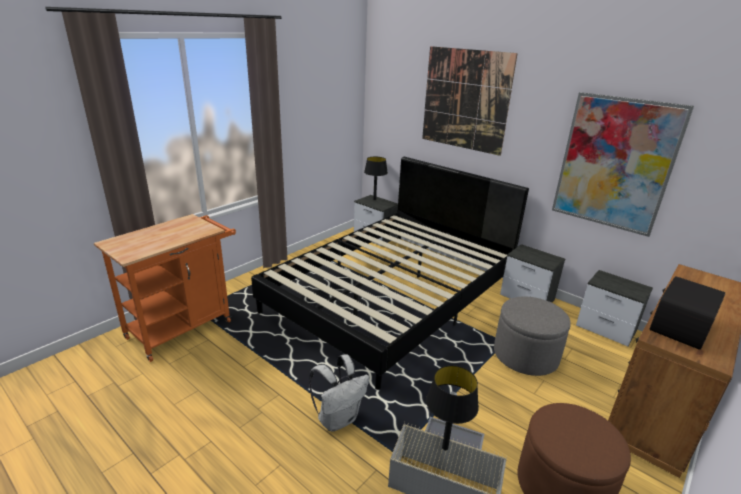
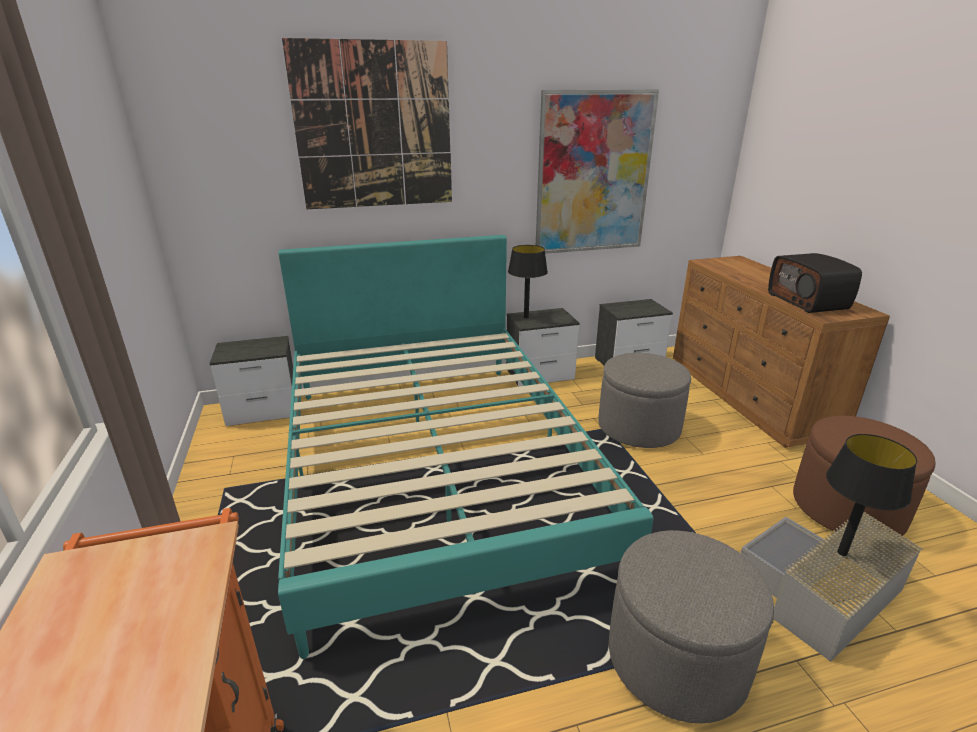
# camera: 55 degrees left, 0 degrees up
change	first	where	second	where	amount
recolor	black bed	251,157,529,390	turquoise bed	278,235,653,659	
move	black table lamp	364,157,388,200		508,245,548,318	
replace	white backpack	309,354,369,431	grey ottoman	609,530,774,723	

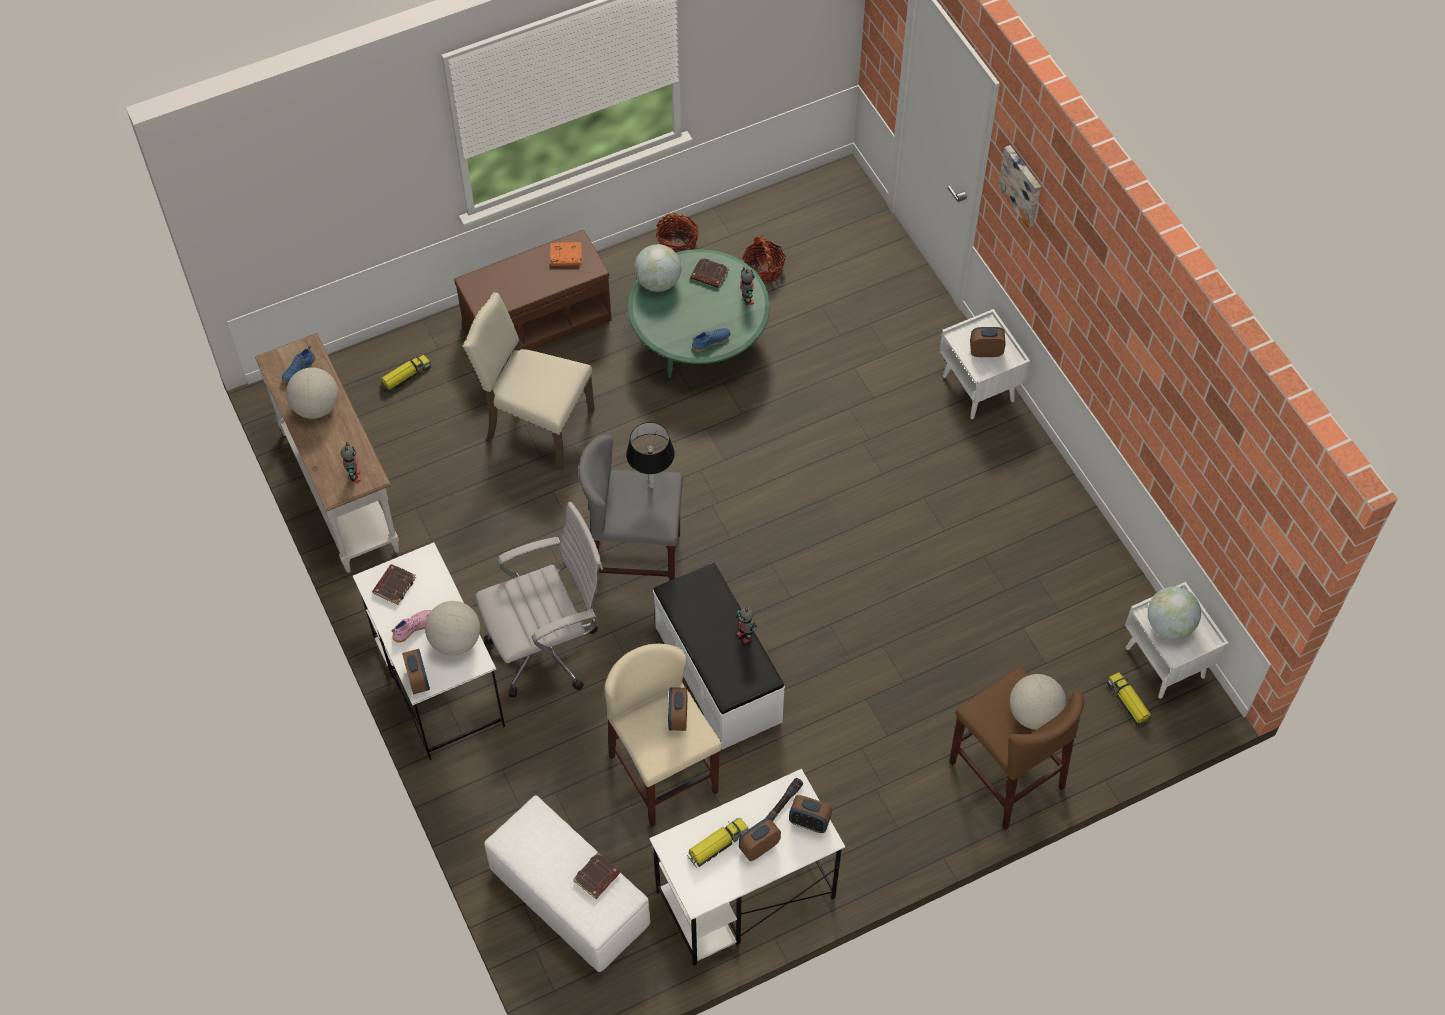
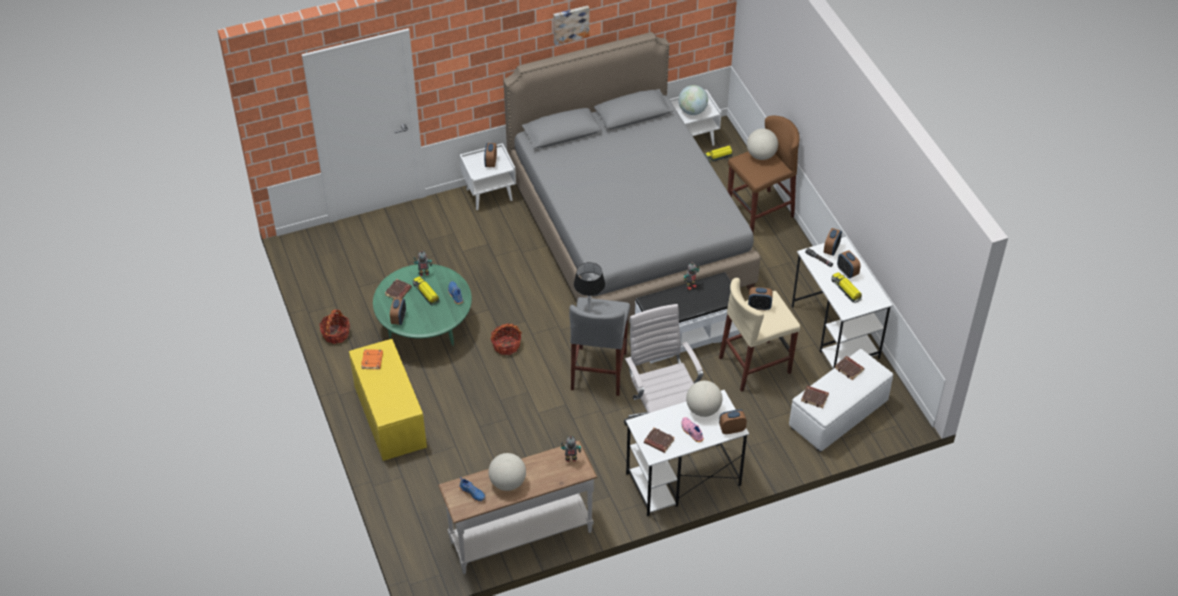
# camera: 85 degrees left, 10 degrees down
change	first	where	second	where	amount
recolor	brown bench	454,230,612,362	yellow bench	349,339,427,461	
replace	globe	634,244,681,292	alarm clock	390,298,406,325	
move	toy truck	381,354,431,393		413,276,440,306	
move	basket	743,235,786,284		490,323,522,355	
insert			grey bed	503,32,760,321	
move	picture	998,145,1041,228		553,5,590,45	
insert			brown book	801,386,829,408	
delete	beige chair	462,292,595,470			

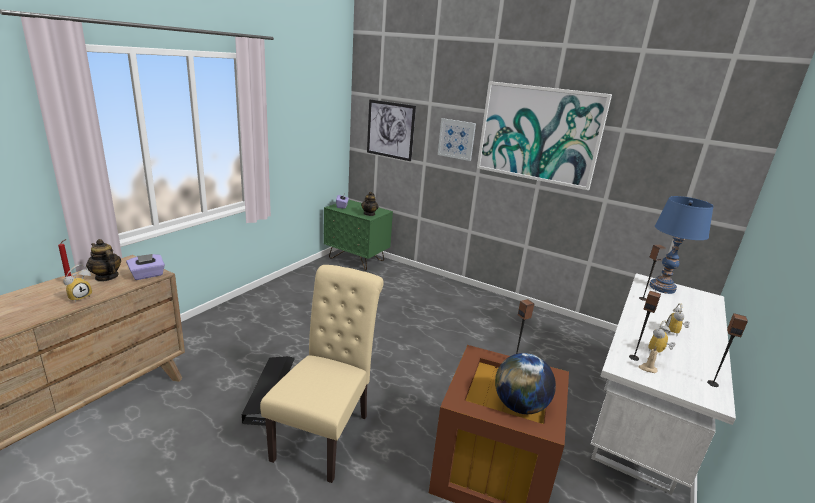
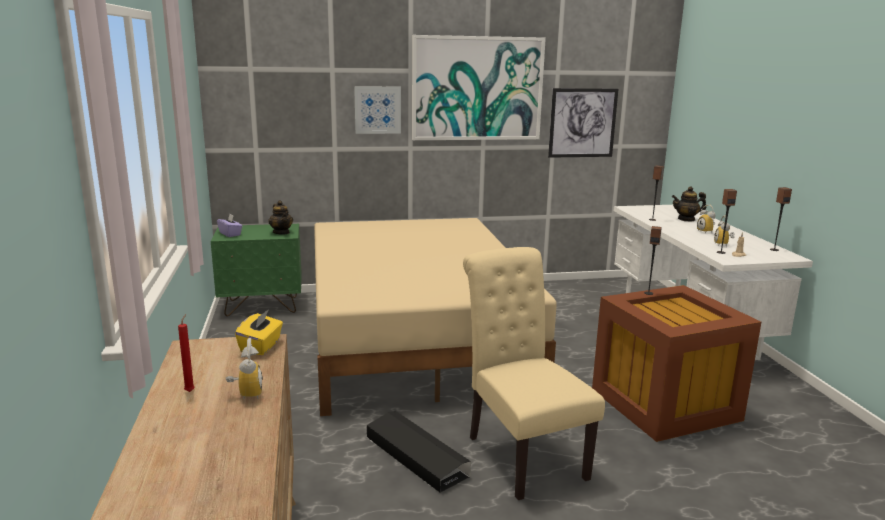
# camera: 40 degrees left, 5 degrees down
change	first	where	second	where	amount
recolor	purple tissue box	126,254,165,280	yellow tissue box	235,309,283,355	
insert			beige bed	314,218,557,416	
move	picture	367,99,416,161		548,88,618,158	
move	teapot	86,239,121,282		672,187,706,222	
delete	globe	495,353,556,414			
delete	blue table lamp	650,196,714,294			

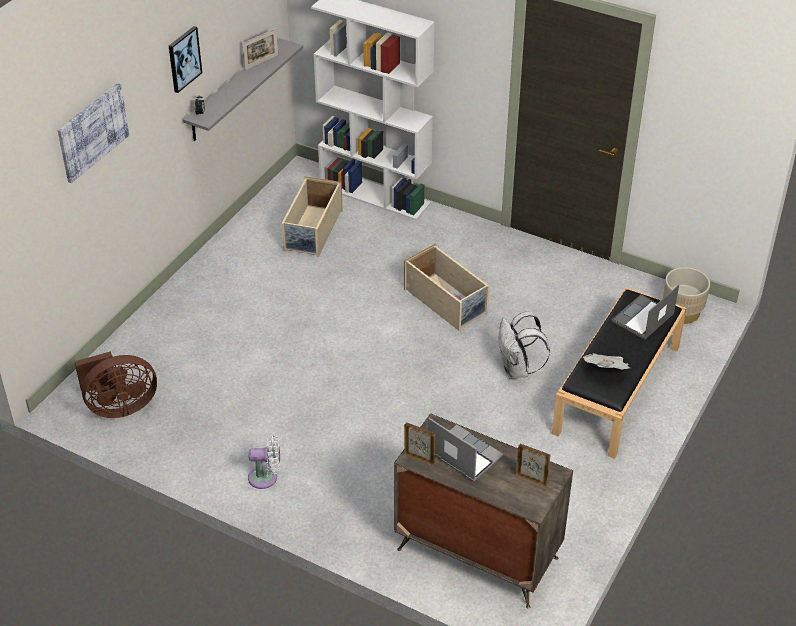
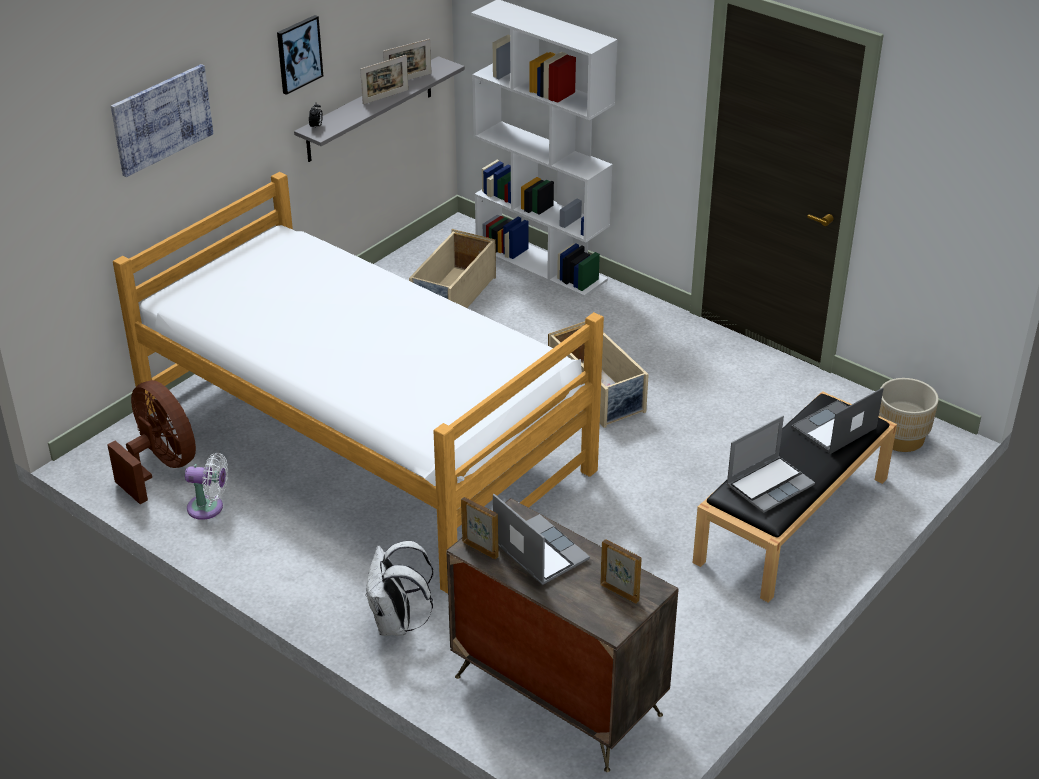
# camera: 10 degrees right, 5 degrees down
change	first	where	second	where	amount
rotate	brown fan	74,351,157,418		107,380,196,504	120 degrees counterclockwise
insert			bed	113,172,604,593	
move	white fan	248,434,280,489		185,453,228,520	
insert			picture frame	360,55,408,104	
move	white backpack	498,312,550,379		365,541,433,636	
replace	newspaper	583,353,630,370	laptop	726,416,815,513	

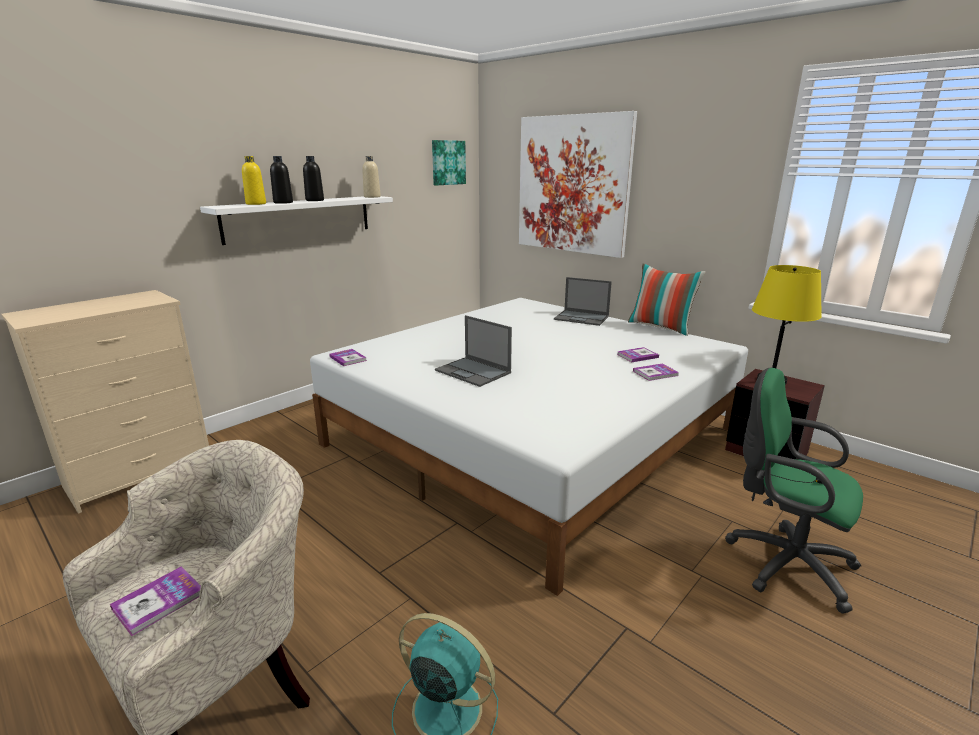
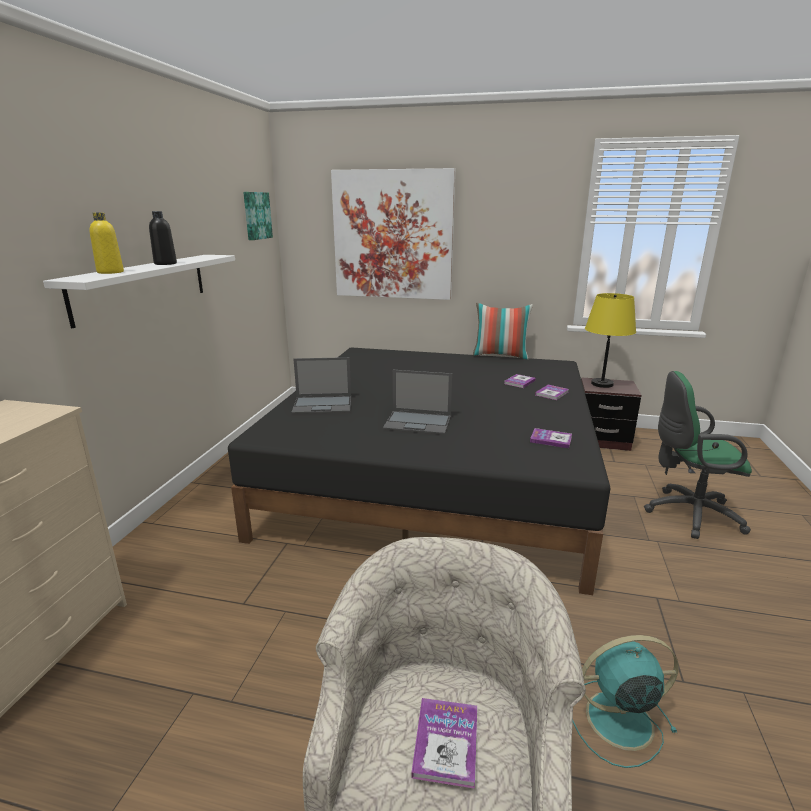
# camera: 30 degrees left, 0 degrees up
change	first	where	second	where	amount
recolor	white bed	310,298,748,596	black bed	228,348,610,595	
move	laptop	554,277,612,326		292,357,351,414	
move	book	329,349,367,366		530,428,572,448	
delete	black bottle	270,156,293,204			
delete	beige bottle	362,156,381,198			

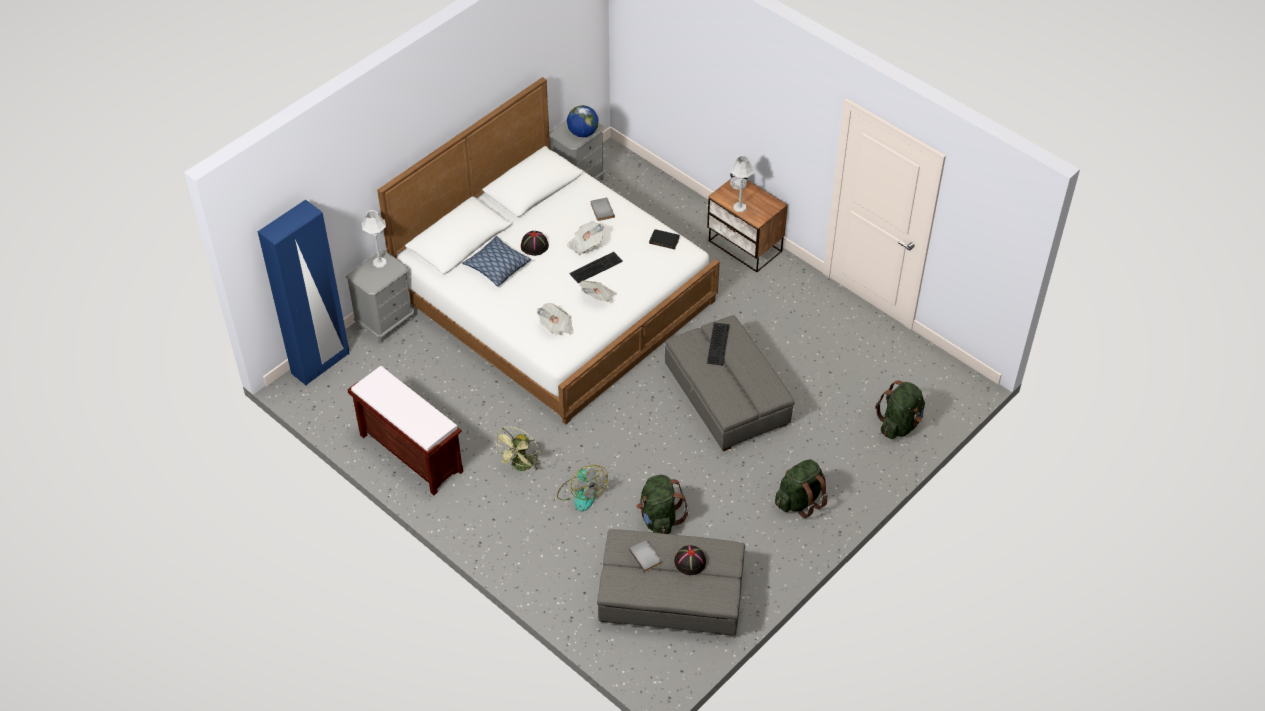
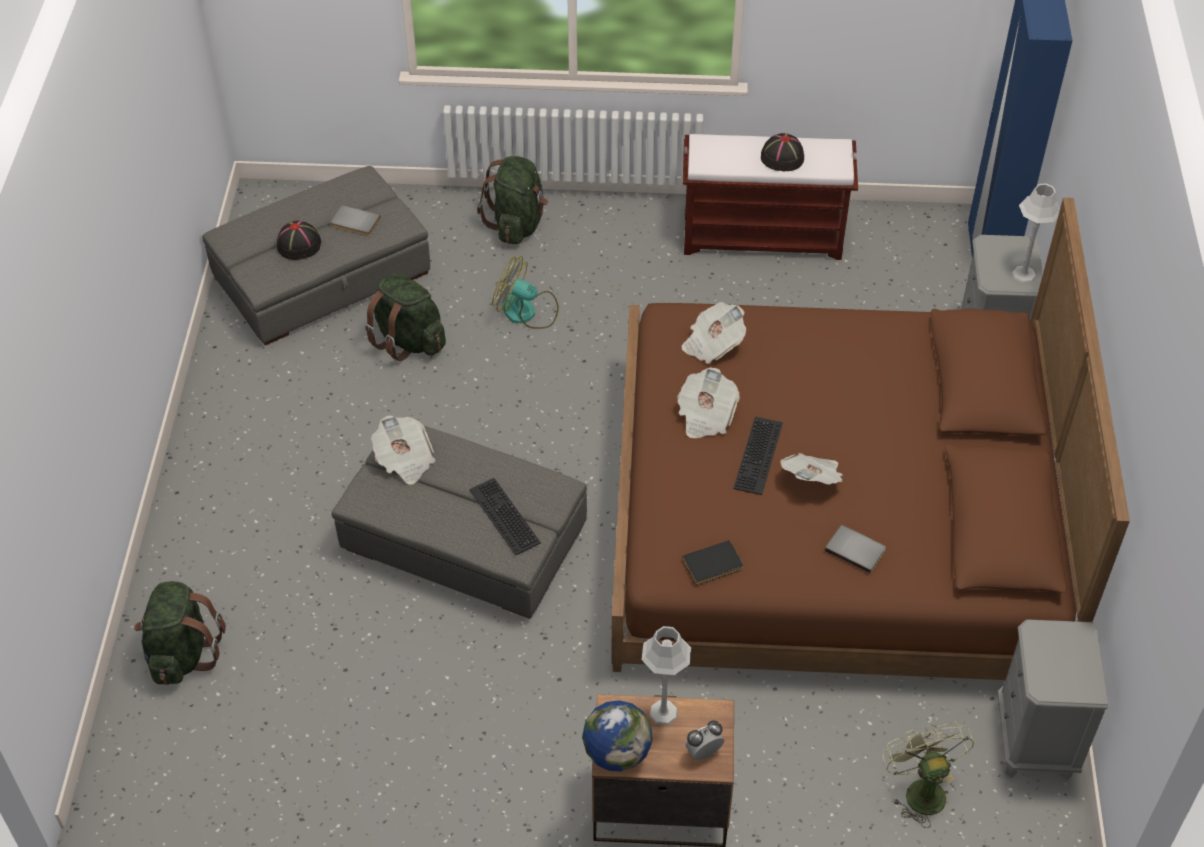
# camera: 140 degrees right, 0 degrees up
change	first	where	second	where	amount
insert			newspaper	371,415,436,485	
move	green backpack	775,459,828,518		477,156,548,244	
move	globe	567,105,598,137		582,700,652,772	
recolor	white bed	377,77,720,425	brown bed	611,198,1130,680	
move	black hat	521,231,549,256		761,133,804,171	
move	green fan	493,427,541,471		883,721,975,828	
delete	pillow	462,236,531,287			

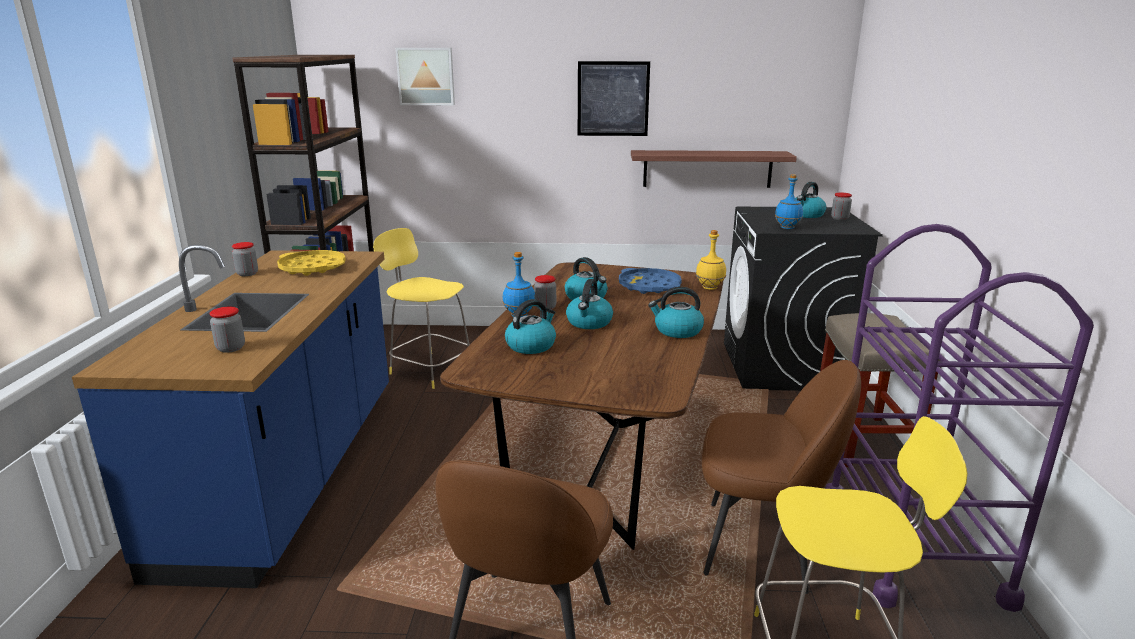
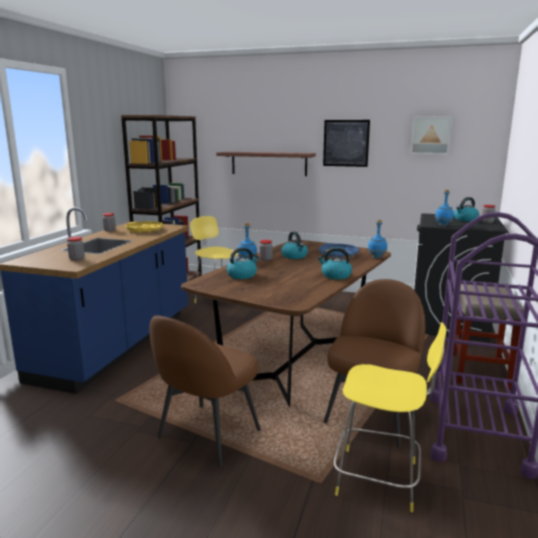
# camera: 15 degrees right, 5 degrees down
change	first	where	second	where	amount
move	shelf	631,150,797,188		216,152,316,176	
rotate	brown chair	702,360,861,594		324,279,425,447	90 degrees counterclockwise
recolor	yellow bottle	696,230,726,290	blue bottle	368,220,387,258	
move	picture	395,48,455,105		410,117,452,155	
delete	kettle	566,279,613,329			

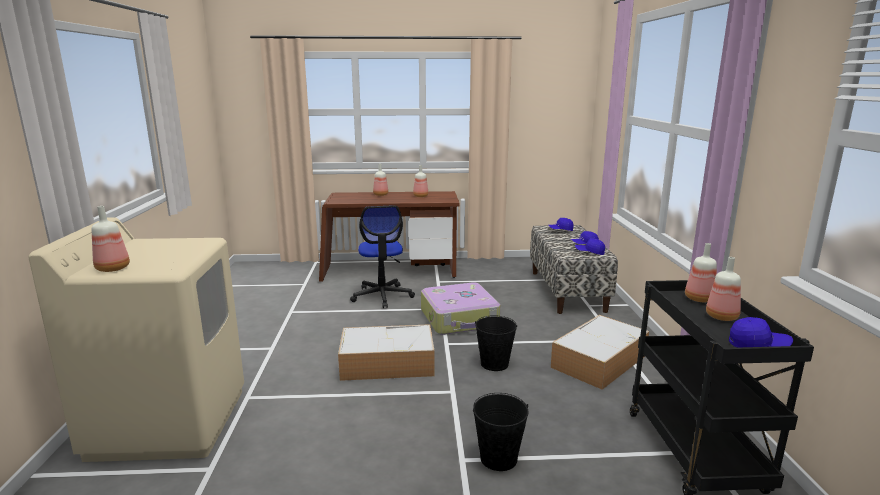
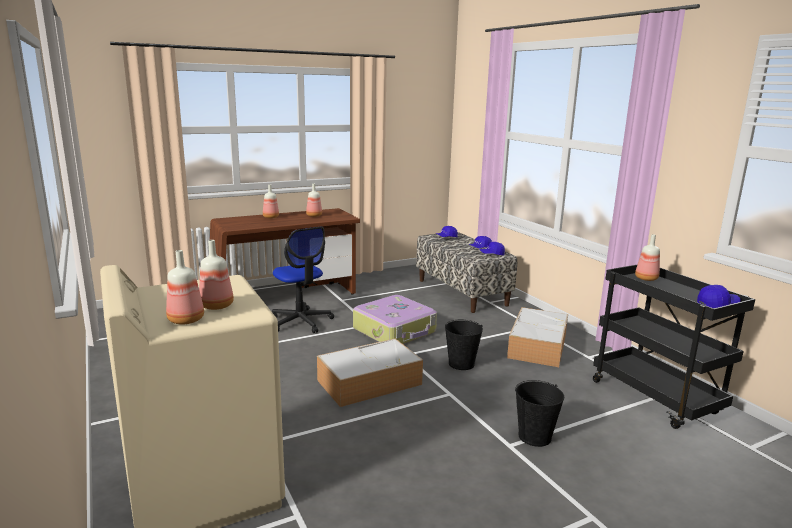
# camera: 25 degrees left, 0 degrees up
change	first	where	second	where	amount
move	bottle	706,257,741,321		199,240,234,310	

